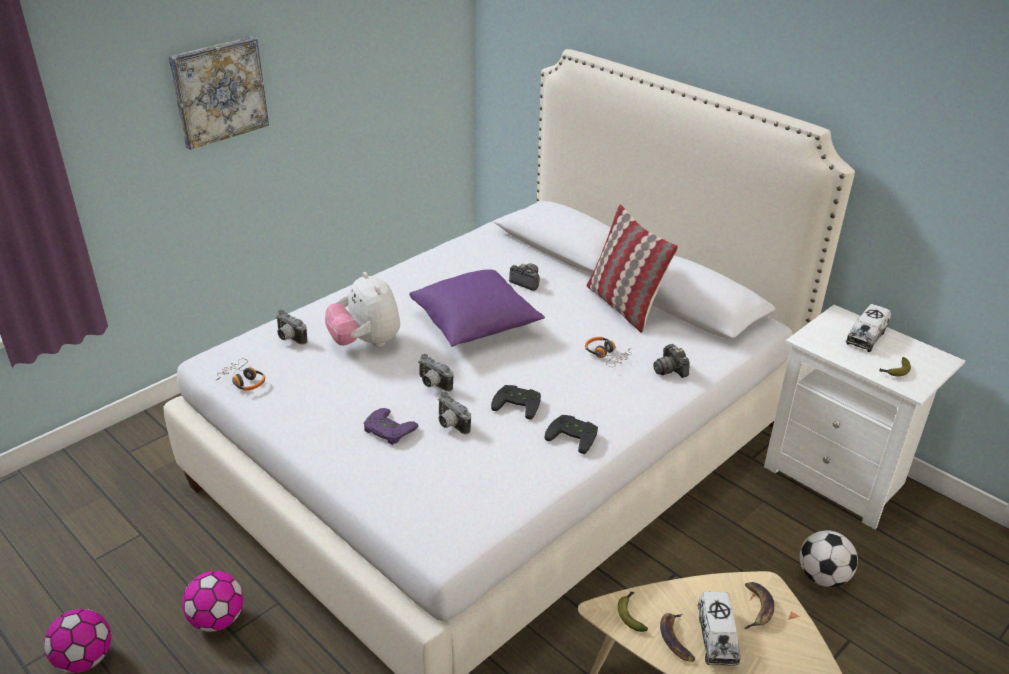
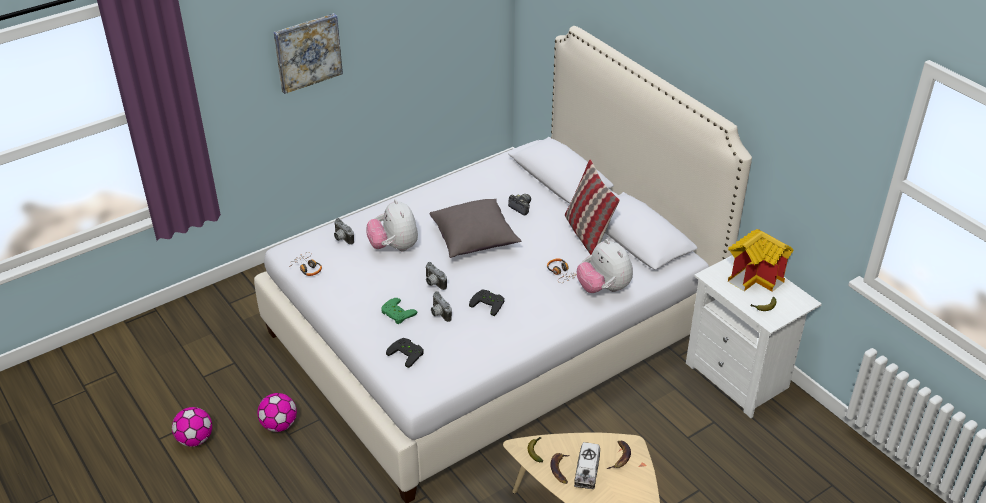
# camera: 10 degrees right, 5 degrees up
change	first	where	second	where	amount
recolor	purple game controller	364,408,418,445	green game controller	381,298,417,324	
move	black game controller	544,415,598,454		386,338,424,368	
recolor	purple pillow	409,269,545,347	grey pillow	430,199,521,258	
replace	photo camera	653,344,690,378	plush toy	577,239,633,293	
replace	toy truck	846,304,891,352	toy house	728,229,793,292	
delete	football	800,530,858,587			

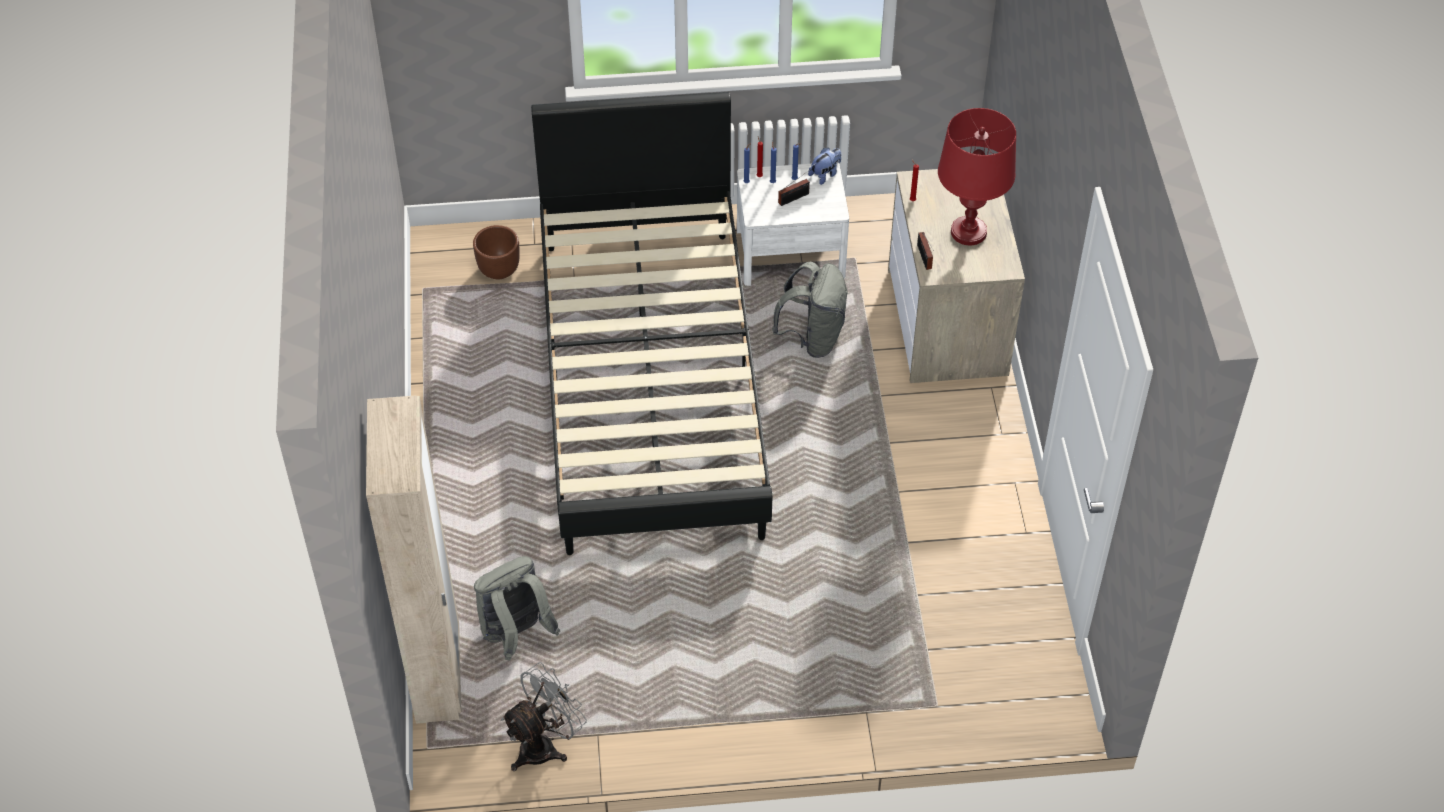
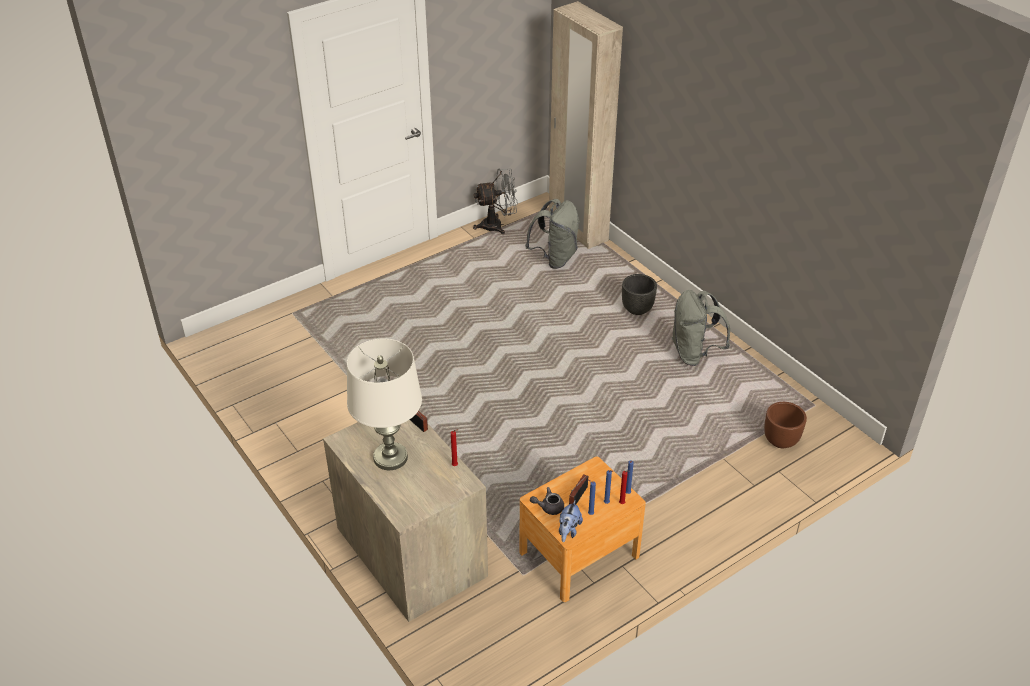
# camera: 150 degrees right, 10 degrees down
change	first	where	second	where	amount
recolor	red table lamp	938,108,1016,245	white table lamp	347,338,422,470	
rotate	grey fan	501,662,587,771		473,169,518,234	120 degrees counterclockwise
recolor	white nightstand	737,162,849,286	brown nightstand	520,457,646,602	
insert			grey teapot	530,487,564,515	
insert			black planter	622,274,657,315	
move	grey backpack	772,262,848,358		672,290,730,366	
delete	black bed	531,92,772,555			

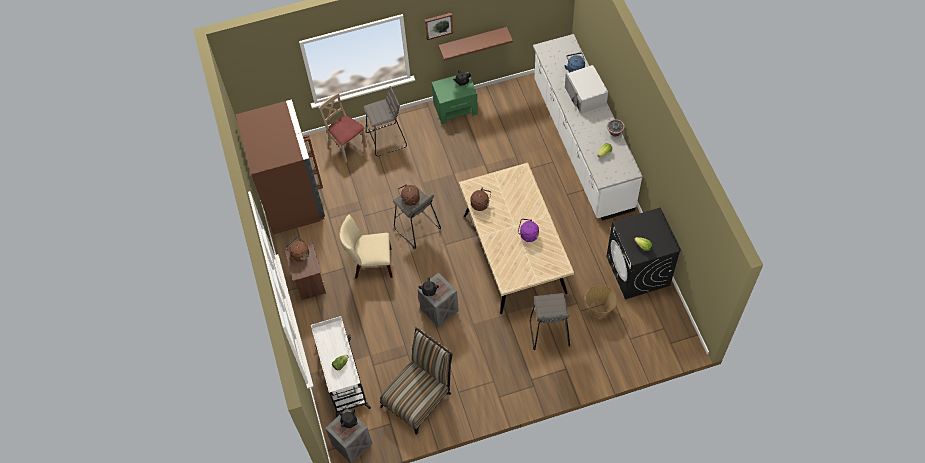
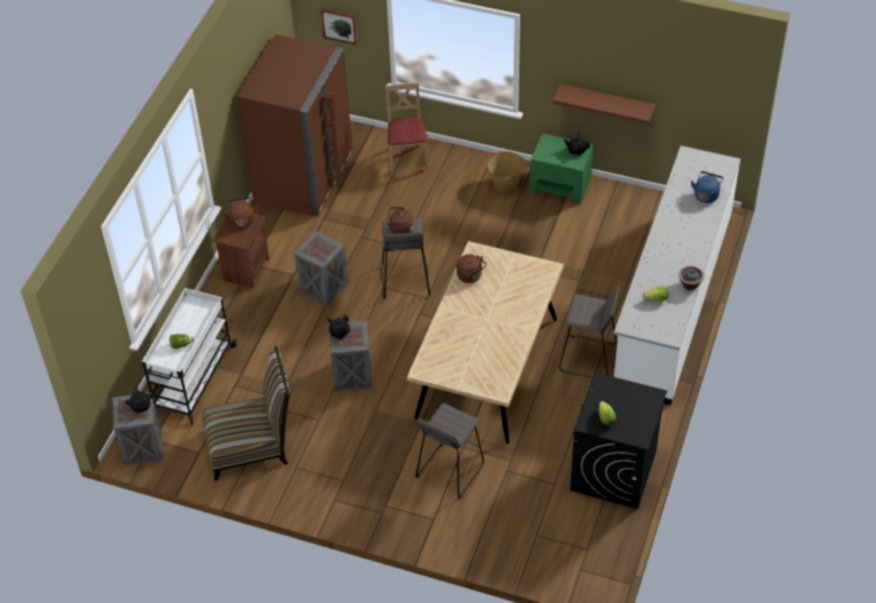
# camera: 35 degrees right, 10 degrees down
change	first	where	second	where	amount
replace	beige chair	339,215,393,279	crate	294,231,348,306	
move	picture	425,13,453,40		321,8,358,45	
move	basket	585,285,617,318		487,151,526,193	
move	grey stool	363,86,407,156		559,286,620,378	
delete	purple kettle	518,219,539,242			
delete	white microwave	565,65,608,114			

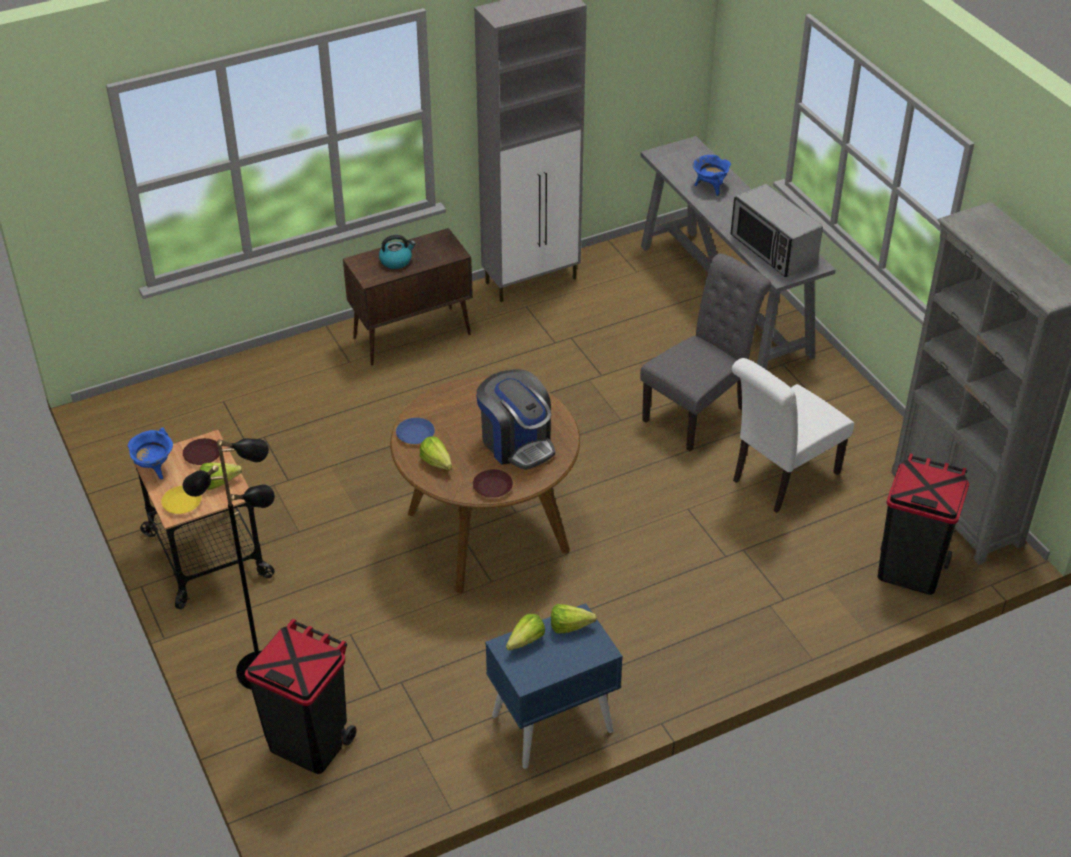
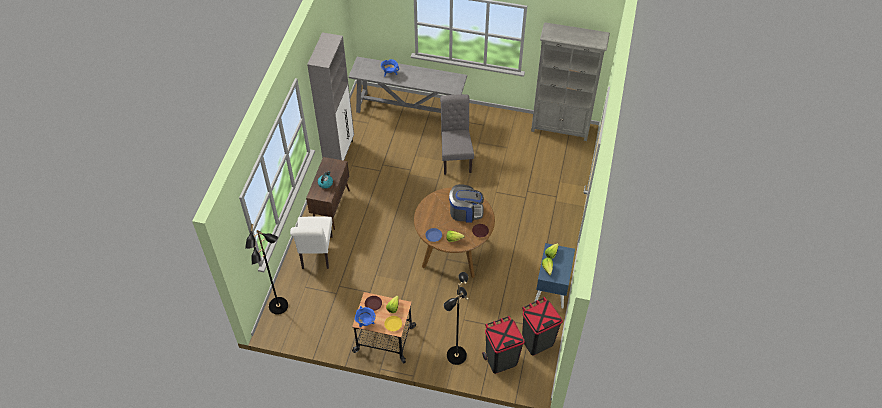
# camera: 50 degrees left, 10 degrees up
change	first	where	second	where	amount
insert			black floor lamp	245,224,288,315	
move	white chair	732,358,854,513		290,216,333,269	
move	black trash can	878,454,969,595		522,297,563,355	
delete	microwave	731,184,823,277			

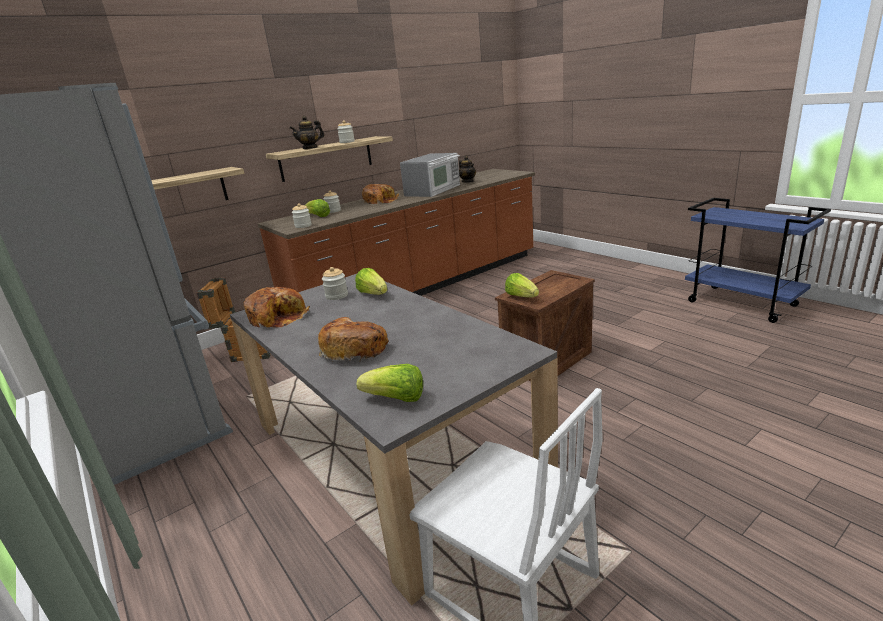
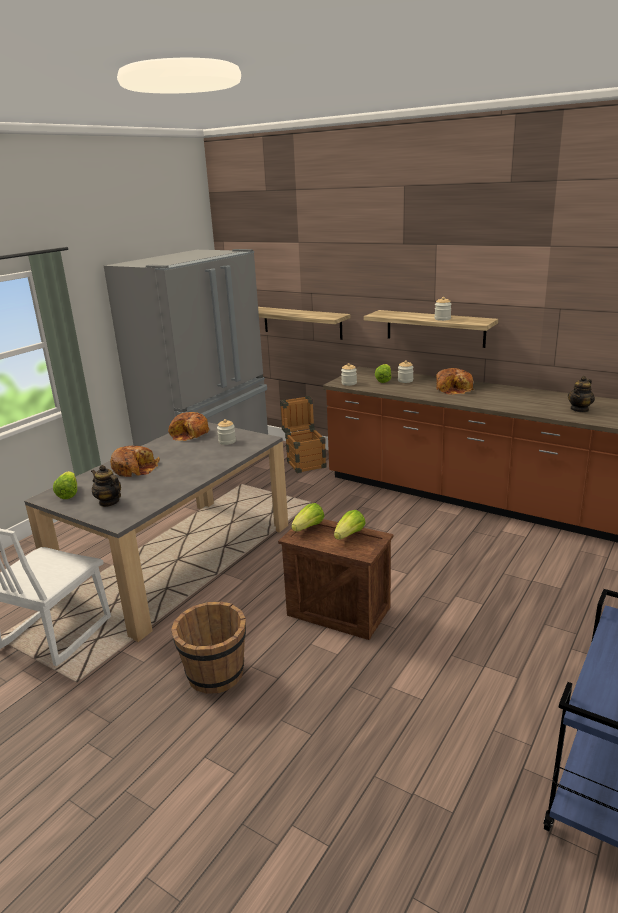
# camera: 70 degrees right, 0 degrees up
change	first	where	second	where	amount
move	teapot	290,116,324,149		91,465,121,507	
insert			brown bucket	171,602,246,694	
move	lettuce	355,268,388,295		334,510,366,540	
delete	microwave	400,153,460,197			

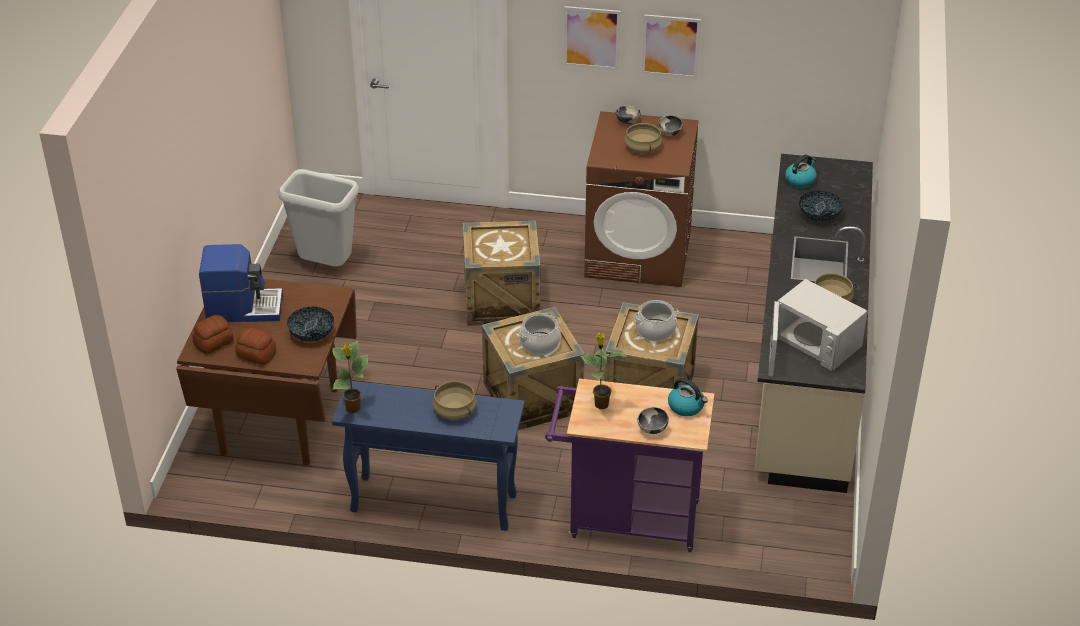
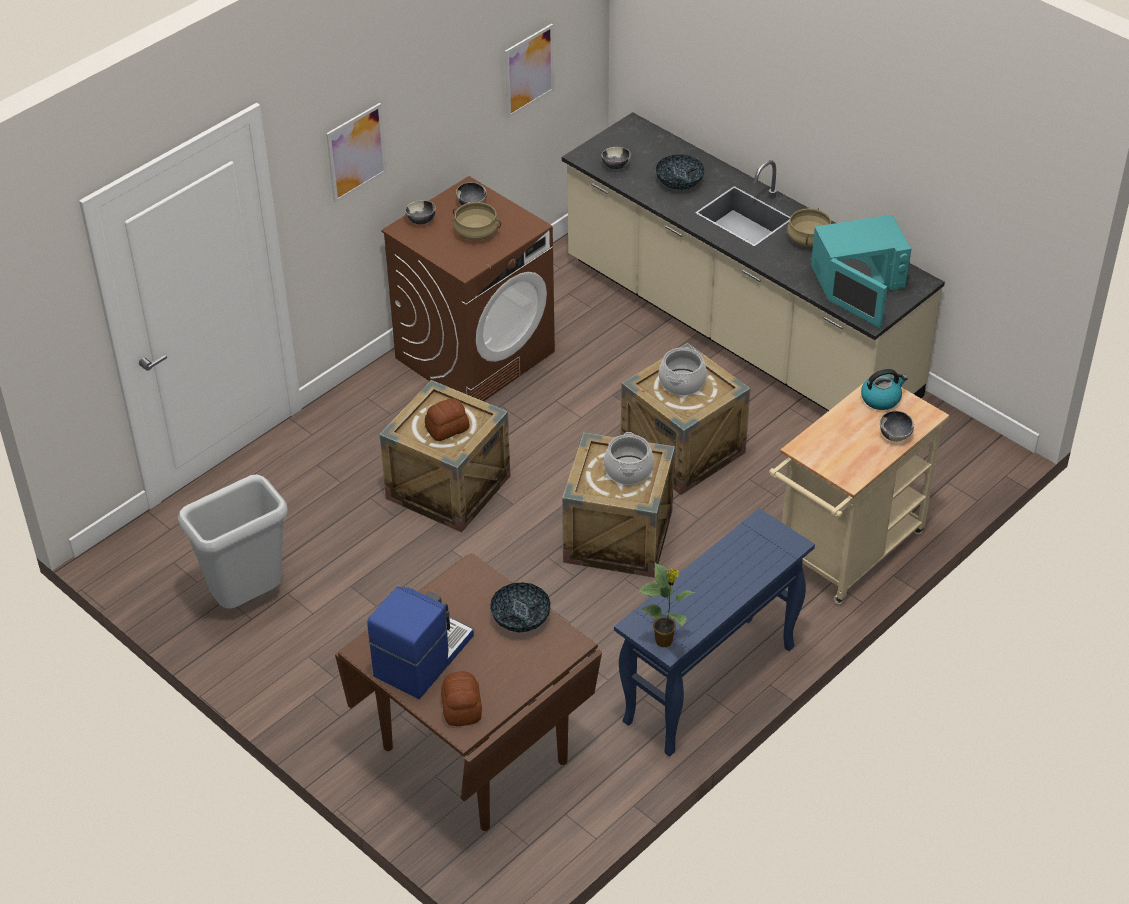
# camera: 55 degrees left, 5 degrees up
change	first	where	second	where	amount
move	bread	235,327,276,365		425,398,470,441	
move	picture	641,14,701,79		505,24,554,118	
replace	kettle	785,155,817,188	bowl	601,147,631,170	
recolor	purple cart	545,378,714,552	beige cart	769,384,949,605	
recolor	white microwave	768,279,868,377	turquoise microwave	811,215,911,328	
delete	beige cooking pot	433,381,477,420			
delete	potted plant	580,333,626,409			

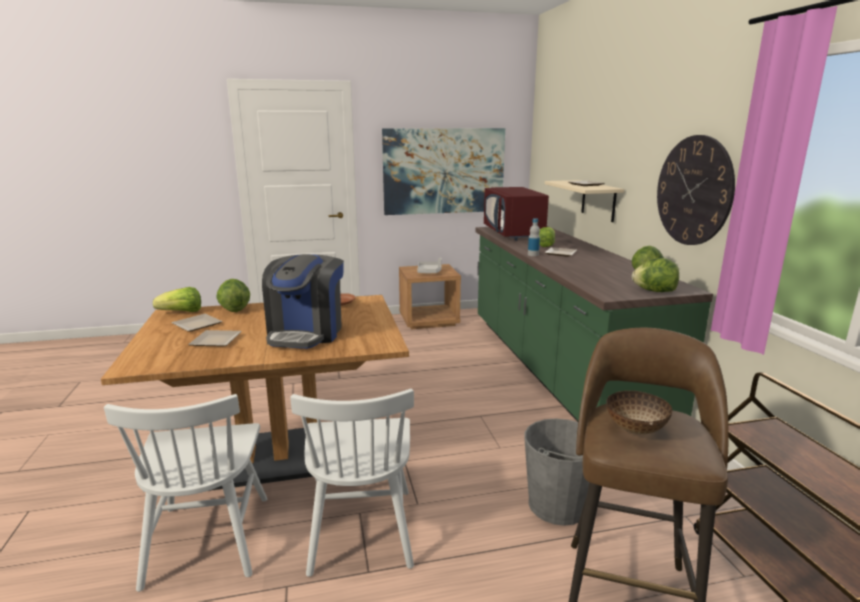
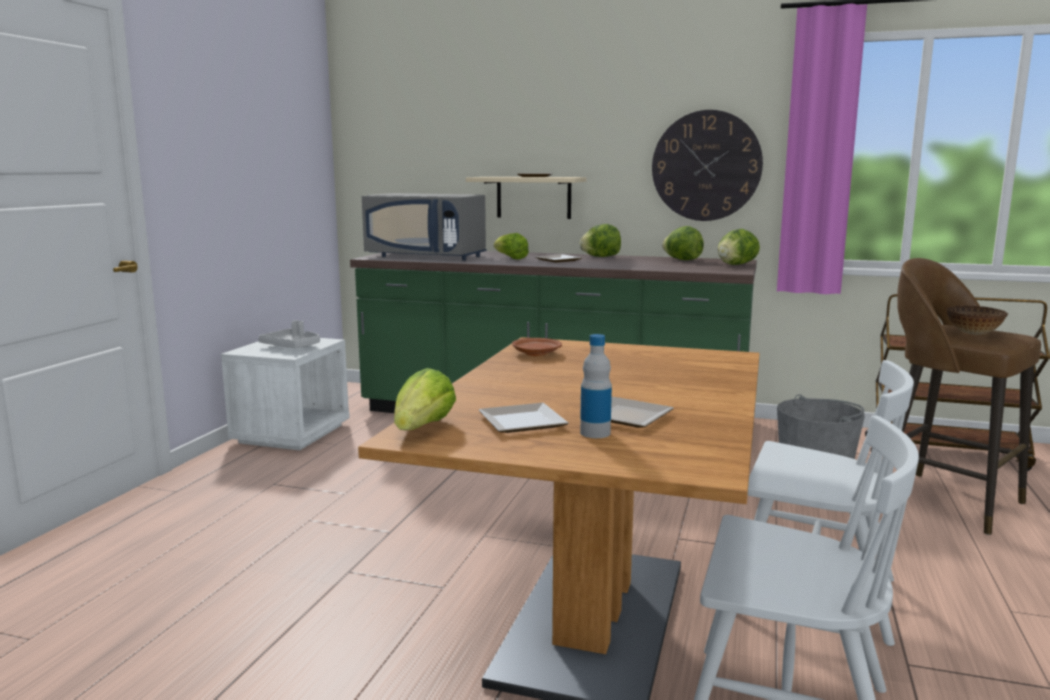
# camera: 60 degrees left, 5 degrees down
change	first	where	second	where	amount
recolor	brown nightstand	399,264,461,329	white nightstand	221,338,350,451	
recolor	red microwave	484,187,549,241	grey microwave	362,193,487,261	
move	lettuce	216,279,250,312		579,224,621,257	
move	bottle	528,218,540,256		580,334,612,438	
delete	coffee machine	262,254,344,349			
delete	picture	382,128,505,215			

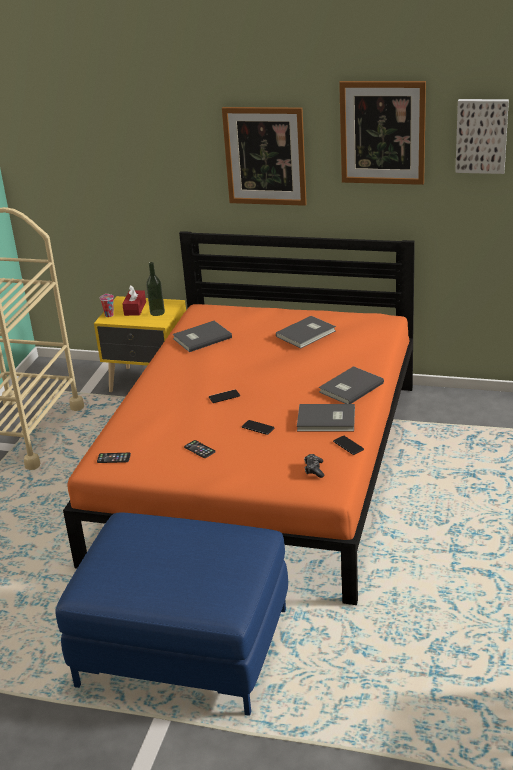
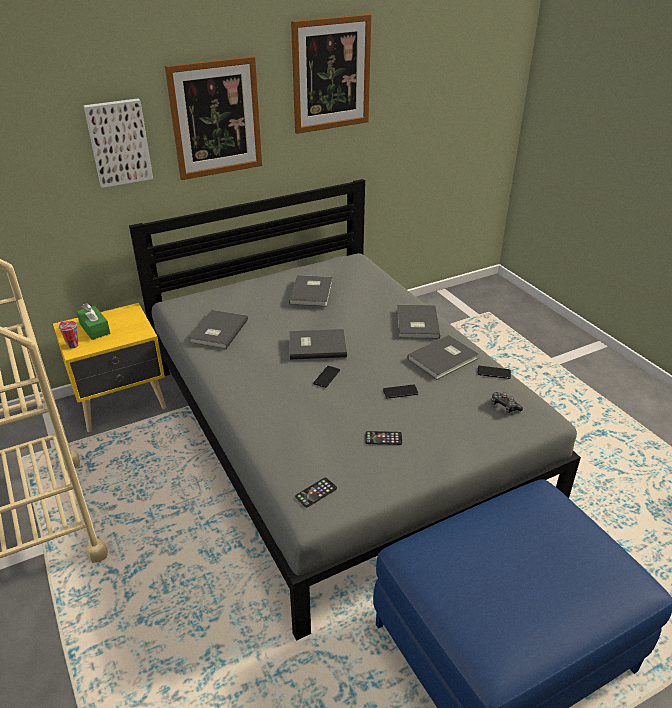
# camera: 45 degrees left, 5 degrees up
change	first	where	second	where	amount
recolor	red tissue box	122,285,146,316	green tissue box	77,303,110,340	
move	picture	455,99,509,174		83,98,153,188	
recolor	orange bed	63,231,415,605	grey bed	129,179,581,641	
insert			grey book	289,329,347,360	
delete	bottle	146,262,165,316			

